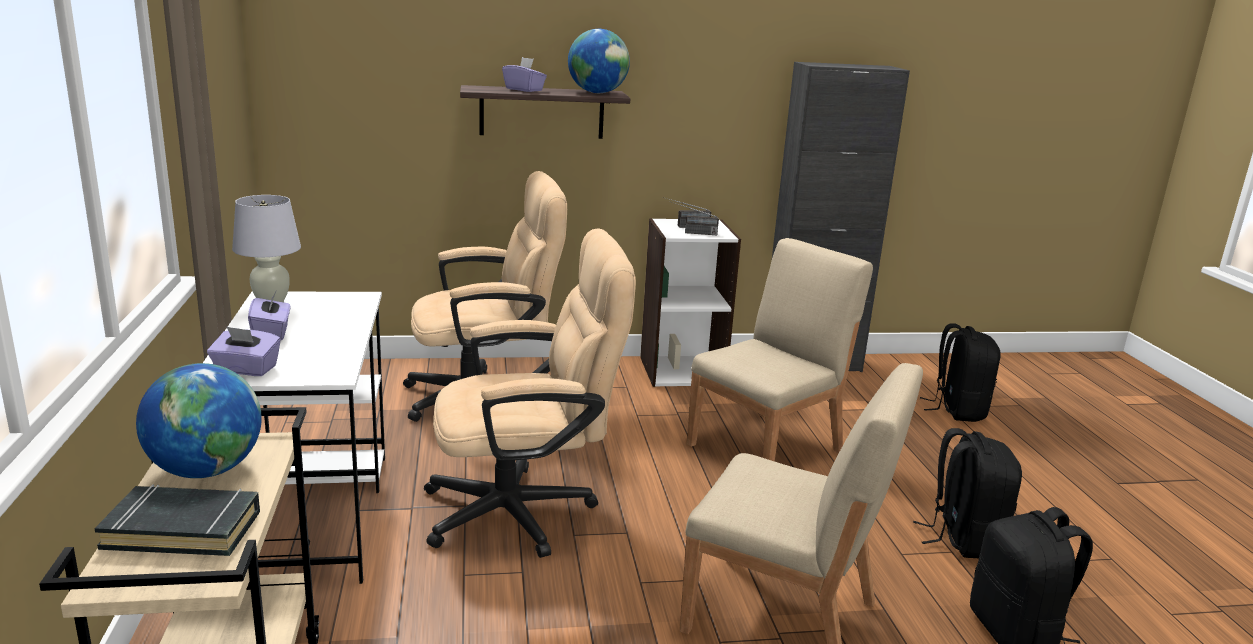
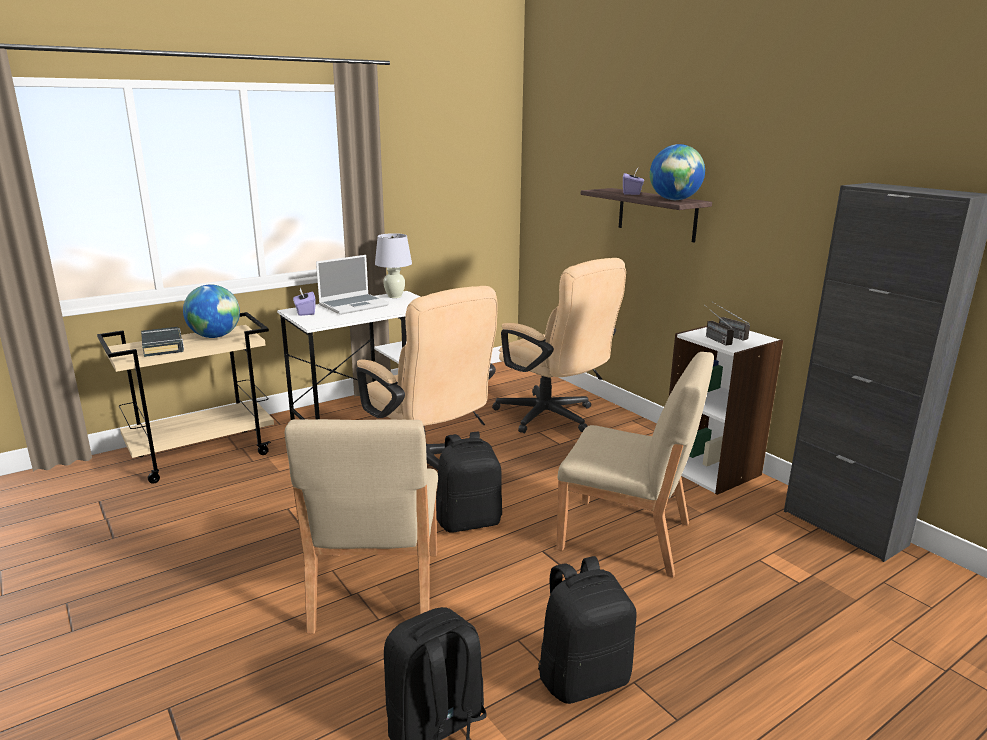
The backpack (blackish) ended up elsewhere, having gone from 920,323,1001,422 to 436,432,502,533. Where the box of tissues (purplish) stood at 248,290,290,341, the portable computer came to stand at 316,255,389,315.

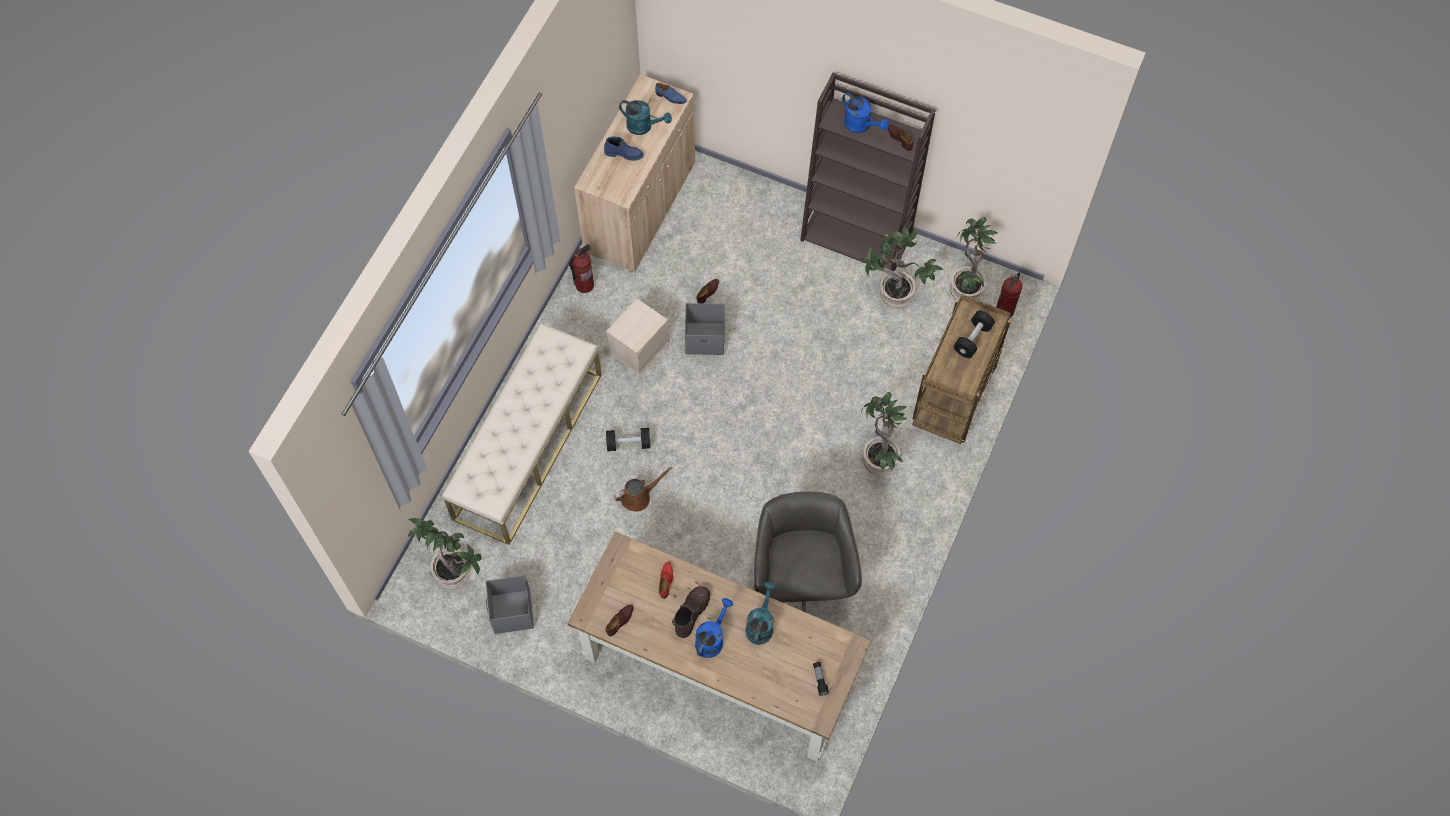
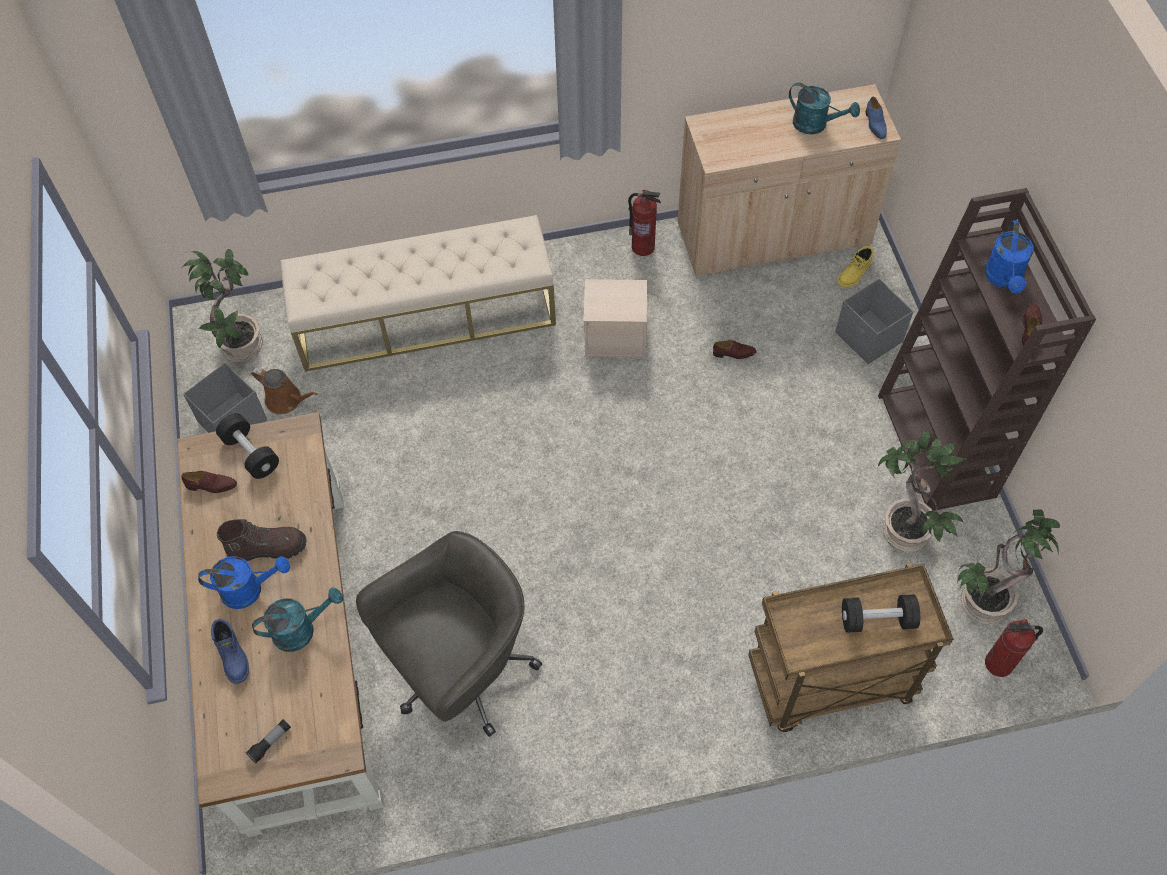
The second view lost the shoe (red-coloured) at 659,562,673,599. The second view lost the houseplant at 862,392,908,476. The second view gained the tall boot (yellowish) at 837,246,874,288. The tall boot (bluish) ended up elsewhere, having gone from 604,136,644,161 to 211,619,249,684. The free weight (blackish) ended up elsewhere, having gone from 606,428,651,451 to 216,413,279,479. The watering can (brown-coloured) ended up elsewhere, having gone from 614,467,673,512 to 251,367,318,414. The storage box (greyish) ended up elsewhere, having gone from 685,303,725,355 to 835,279,914,364. The watering can (turquoise) at 619,100,672,135 ended up facing another way, 45 degrees counterclockwise from before.

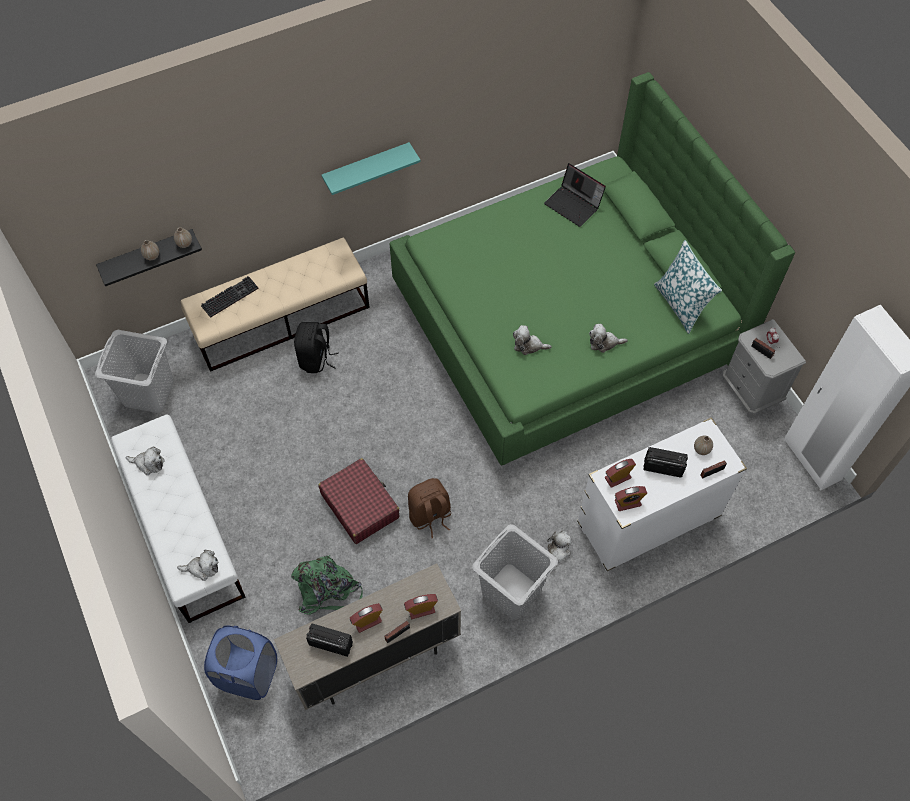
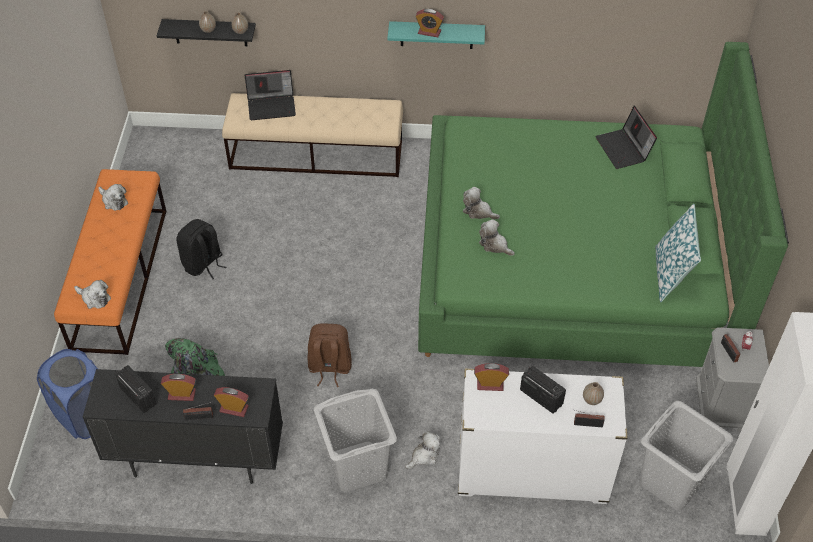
The second view lost the suitcase (red-coloured) at 318,458,400,544. The laundry basket (greyish) ended up elsewhere, having gone from 95,330,174,413 to 640,401,733,511. The backpack (blackish) ended up elsewhere, having gone from 294,322,339,373 to 176,219,227,279. The soft toy ended up elsewhere, having gone from 589,324,628,353 to 463,187,500,219. The bedside clock ended up elsewhere, having gone from 615,486,647,511 to 416,9,444,37. Where the keyboard stood at 201,276,259,318, the portable computer came to stand at 244,70,296,120. What was the long seat (whitish) at 111,415,246,623 turned into the long seat (orangey) at 54,169,167,355. What was the storage cabinet (beige) at 274,563,461,710 turned into the storage cabinet (blackish) at 83,369,283,484.

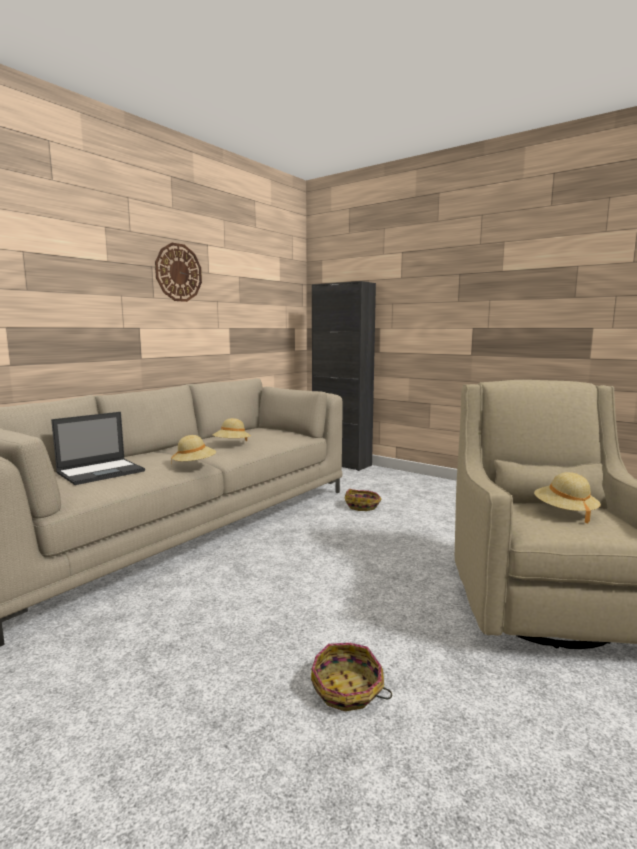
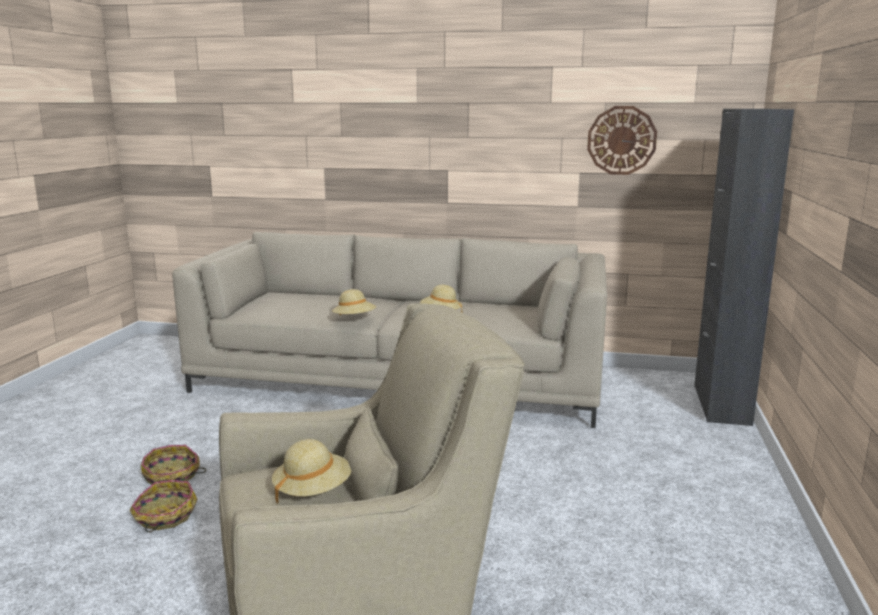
The second view lost the portable computer at 51,412,145,485. The wall clock ended up elsewhere, having gone from 155,243,202,302 to 587,106,657,175. The basket ended up elsewhere, having gone from 344,489,382,511 to 141,445,206,485.

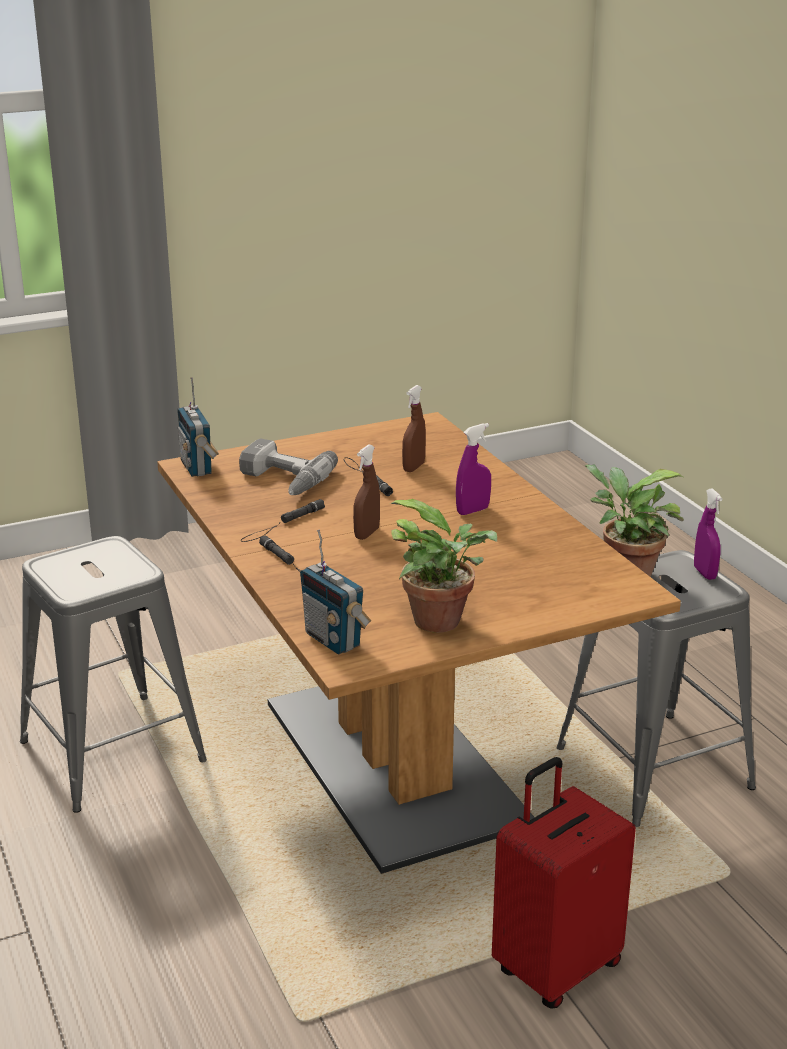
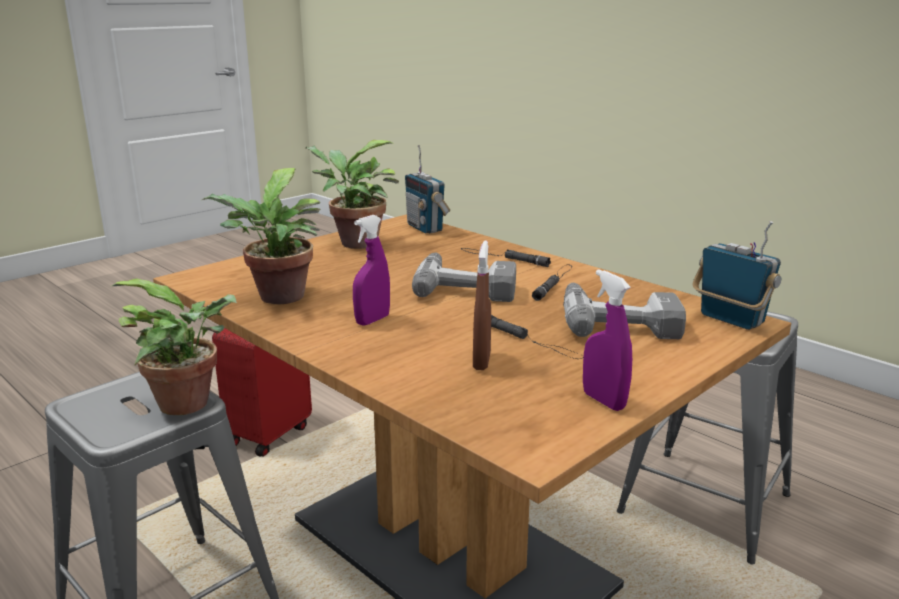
The second view gained the houseplant at 202,168,320,304. The hand sprayer (purplish) ended up elsewhere, having gone from 694,488,723,580 to 583,269,632,411. Where the hand sprayer (brown-coloured) stood at 353,444,380,540, the power drill came to stand at 412,252,516,302. The radio at 300,529,371,654 ended up facing another way, 150 degrees counterclockwise from before.

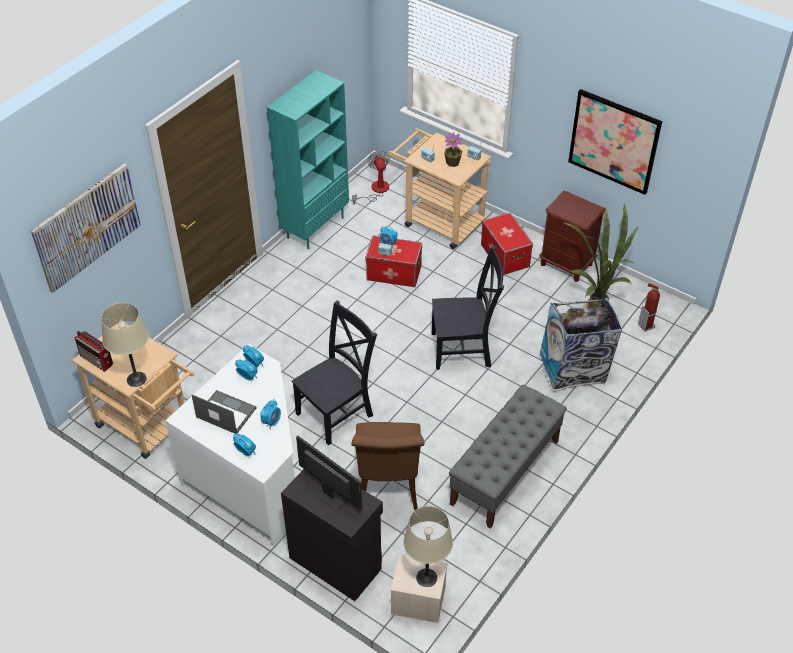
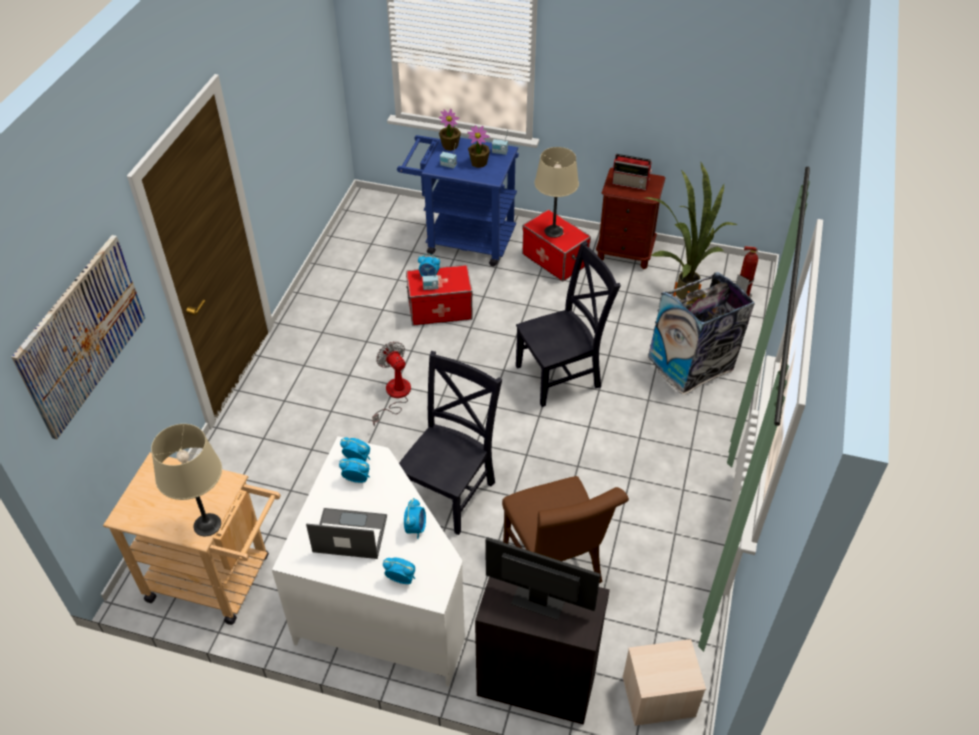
The second view lost the shelving unit (turquoise) at 267,70,349,249. The second view lost the long seat (greyish) at 449,385,567,529. The second view lost the wall art at 568,89,662,195. The second view gained the houseplant at 439,109,461,151. The radio ended up elsewhere, having gone from 75,331,113,372 to 612,154,652,191. The fan ended up elsewhere, having gone from 352,151,390,204 to 372,341,411,426. The table lamp (beige) ended up elsewhere, having gone from 403,506,453,587 to 535,147,579,238. What was the wheeled cart (beige) at 388,128,491,249 turned into the wheeled cart (bluish) at 397,135,519,266.

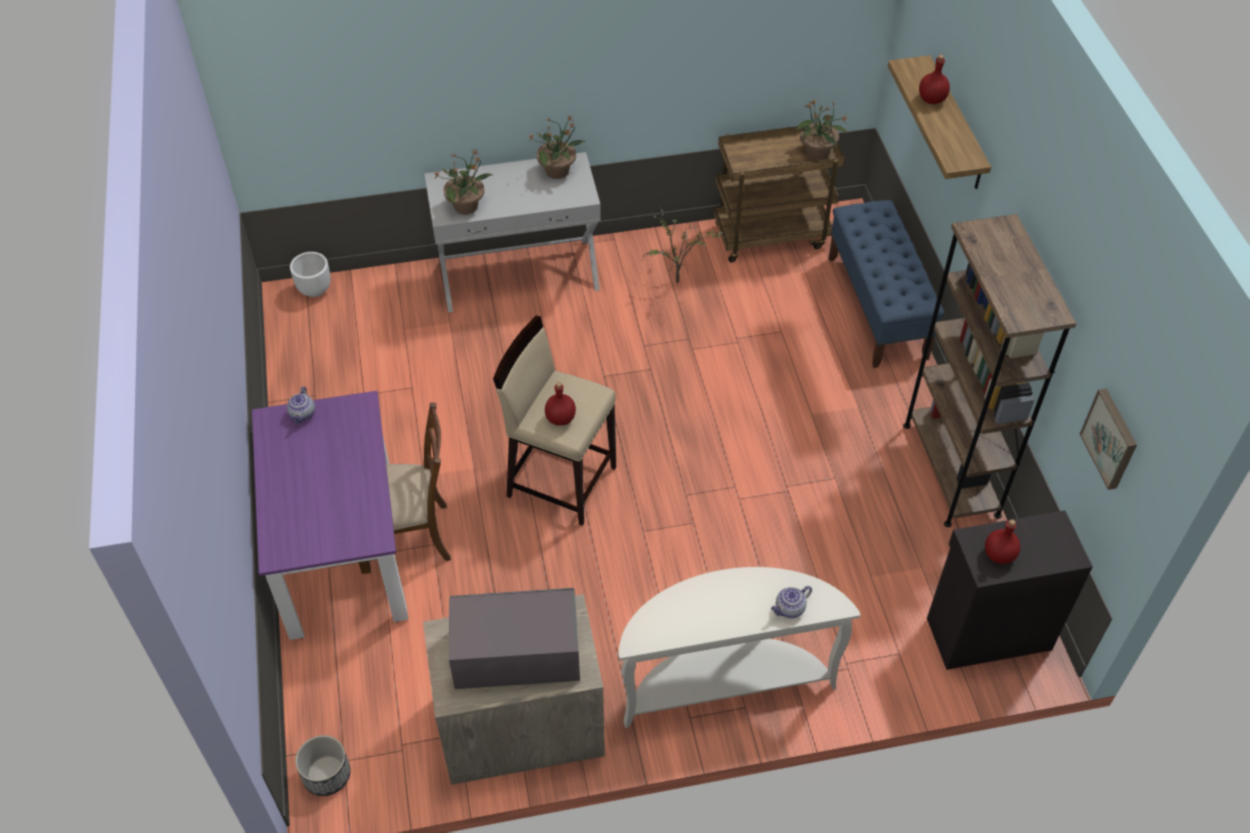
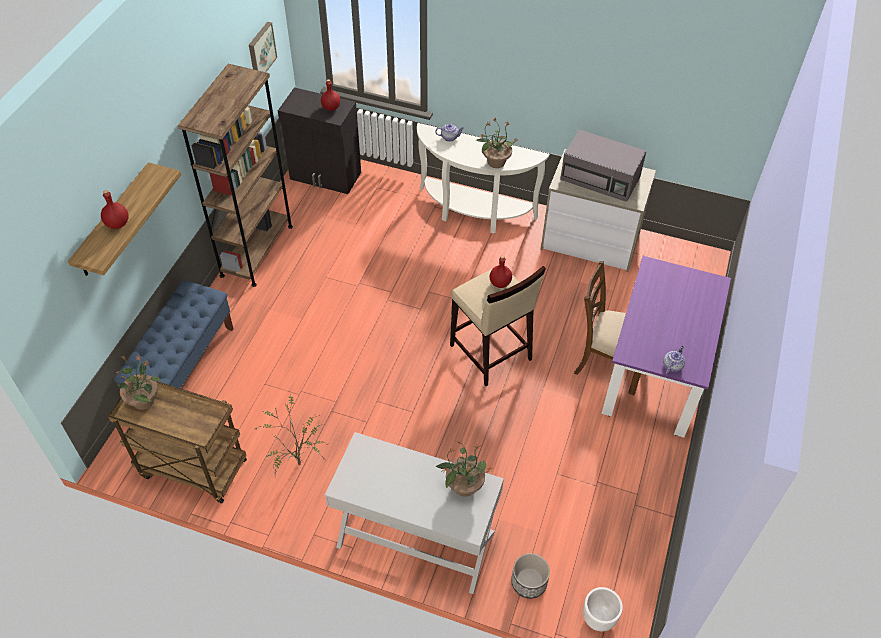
The planter ended up elsewhere, having gone from 295,735,351,796 to 511,553,550,599. The houseplant ended up elsewhere, having gone from 528,116,585,179 to 475,118,518,168.

